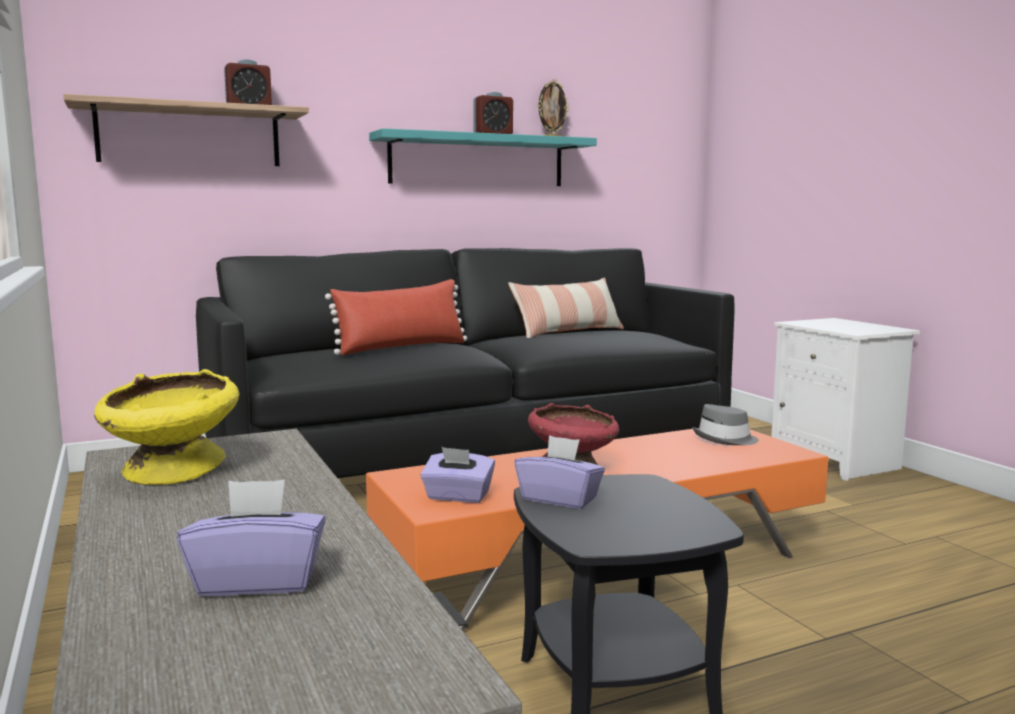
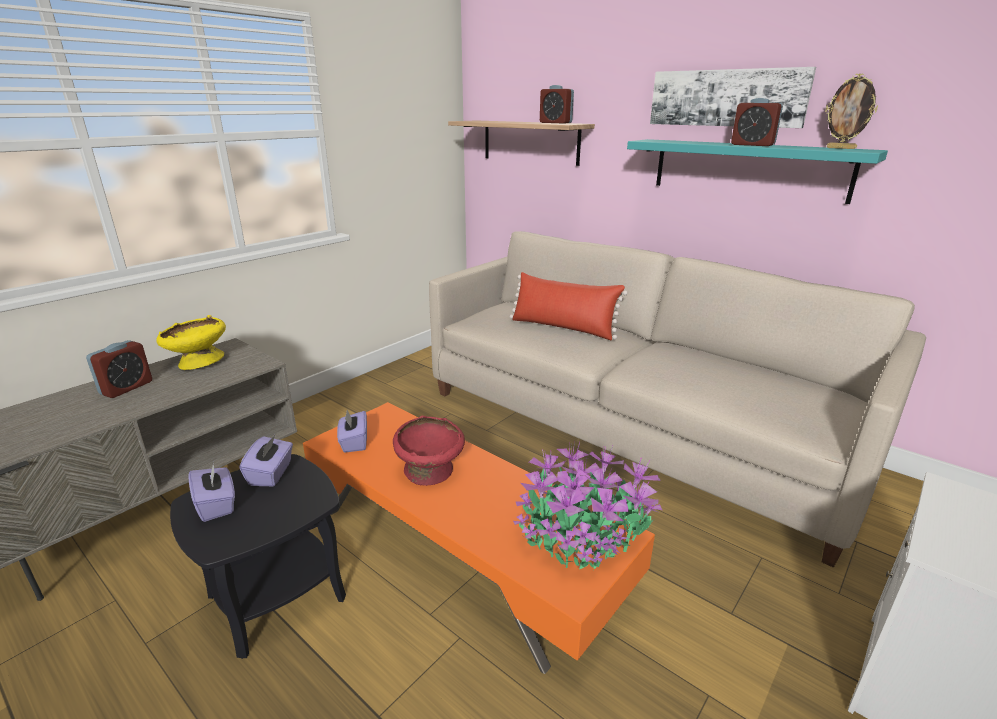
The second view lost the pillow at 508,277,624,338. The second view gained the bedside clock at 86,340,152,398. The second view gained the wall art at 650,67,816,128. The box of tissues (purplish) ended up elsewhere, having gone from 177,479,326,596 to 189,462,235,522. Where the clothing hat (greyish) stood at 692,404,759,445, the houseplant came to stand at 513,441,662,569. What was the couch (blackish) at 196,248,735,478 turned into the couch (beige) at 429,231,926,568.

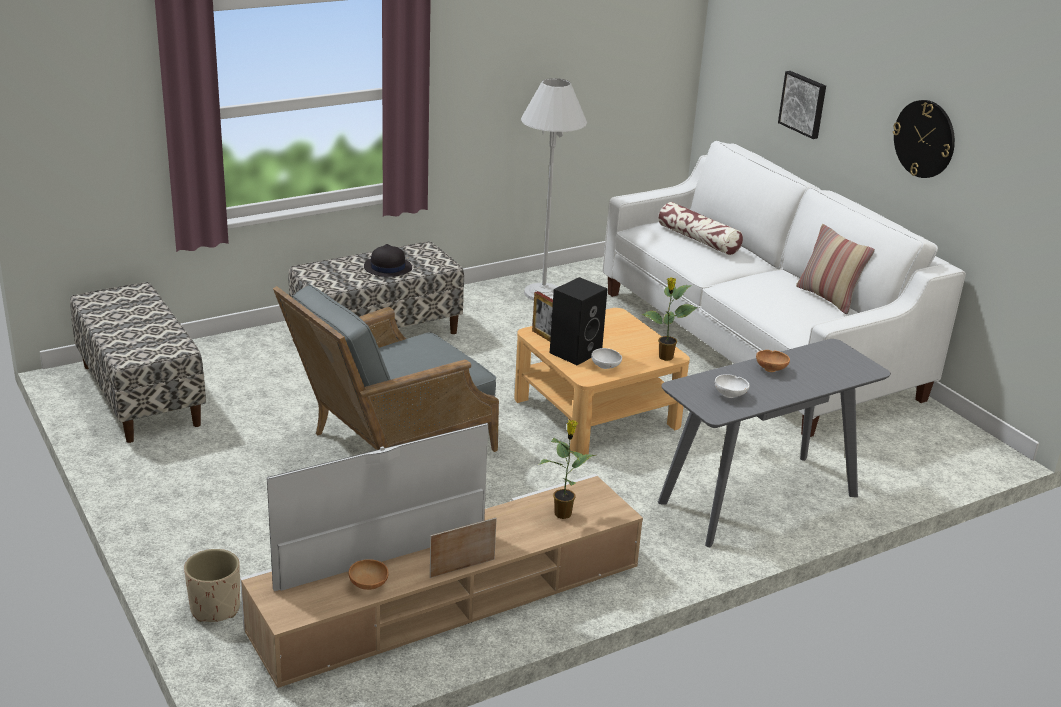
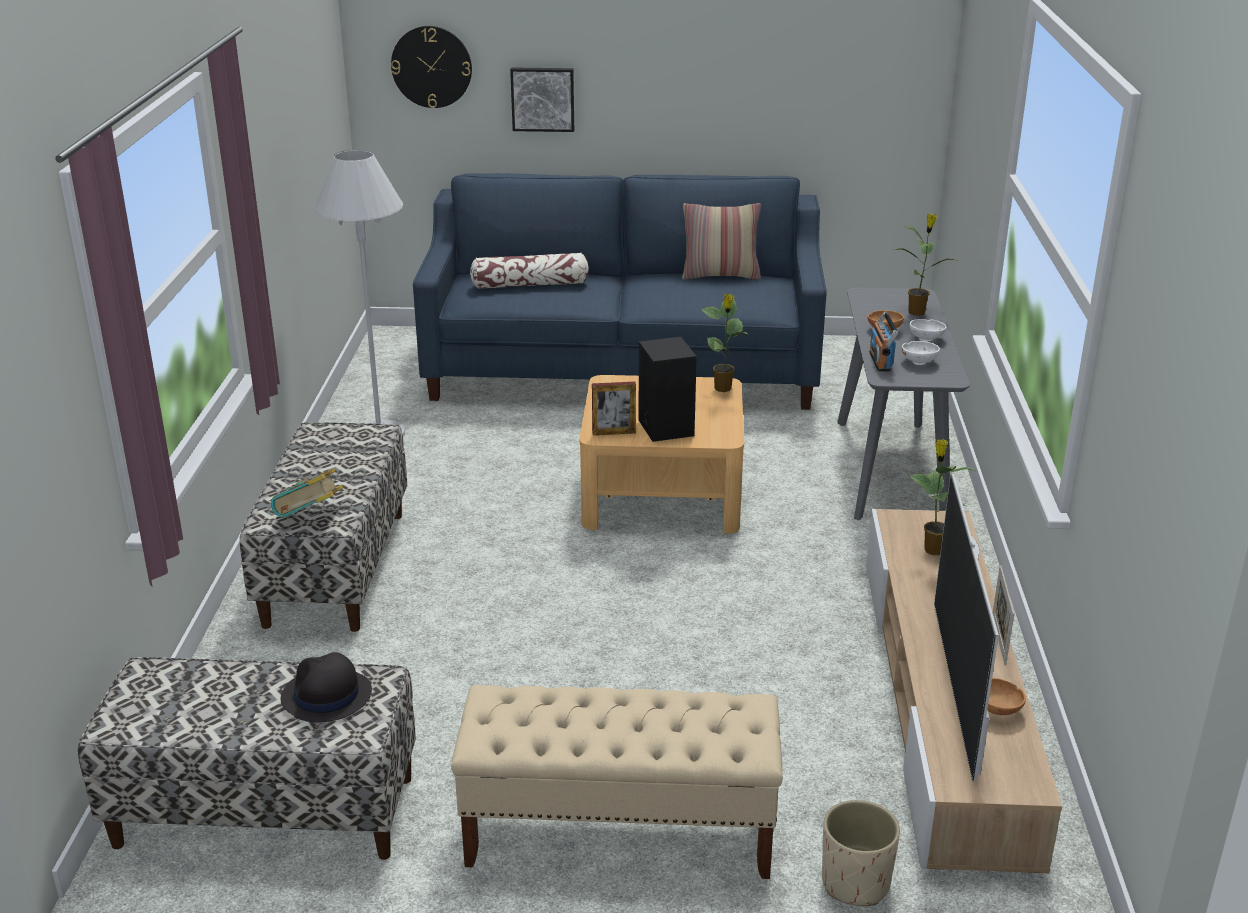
The second view lost the lounge chair (greyish) at 273,284,499,452. The second view gained the volume at 271,468,343,518. The second view gained the long seat (beige) at 451,685,783,879. The second view gained the radio at 869,312,898,371. The second view gained the houseplant at 897,214,955,316. The clothing hat (blackish) ended up elsewhere, having gone from 364,244,412,277 to 281,652,372,722. The serving bowl (whitish) ended up elsewhere, having gone from 591,348,622,369 to 909,319,946,342. The wall clock ended up elsewhere, having gone from 893,100,955,178 to 391,26,472,108. What was the couch (whitish) at 602,141,966,437 turned into the couch (bluish) at 413,173,827,410.

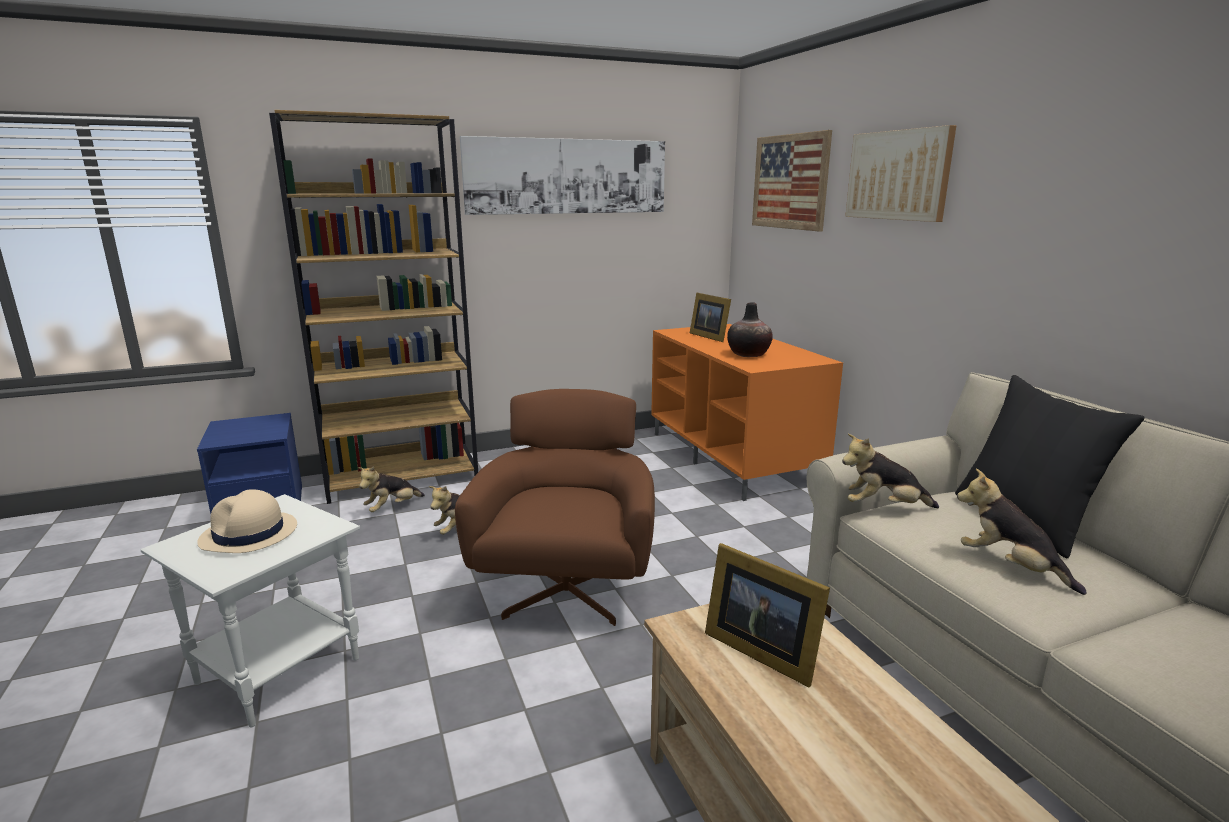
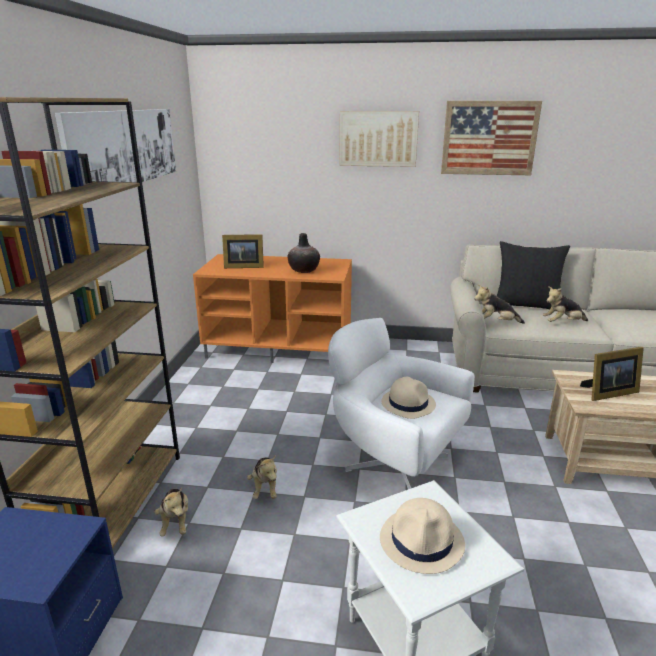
The second view gained the clothing hat (beige) at 381,377,436,419. The wall art ended up elsewhere, having gone from 752,130,832,232 to 441,101,542,175. What was the lounge chair (brown-coloured) at 455,389,655,626 turned into the lounge chair (whitish) at 328,318,475,489. The soft toy at 842,434,939,508 ended up facing another way, 60 degrees clockwise from before.

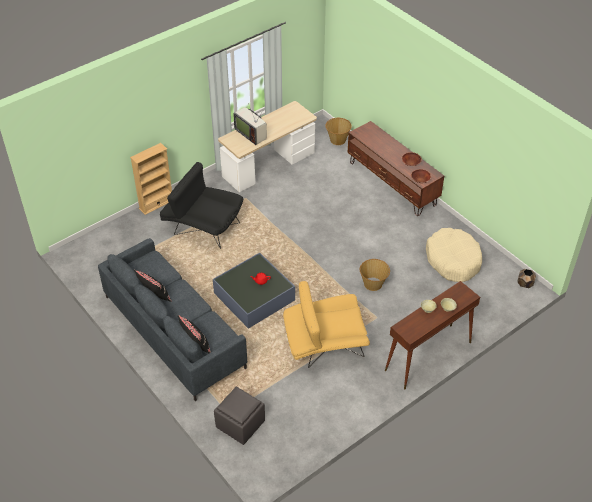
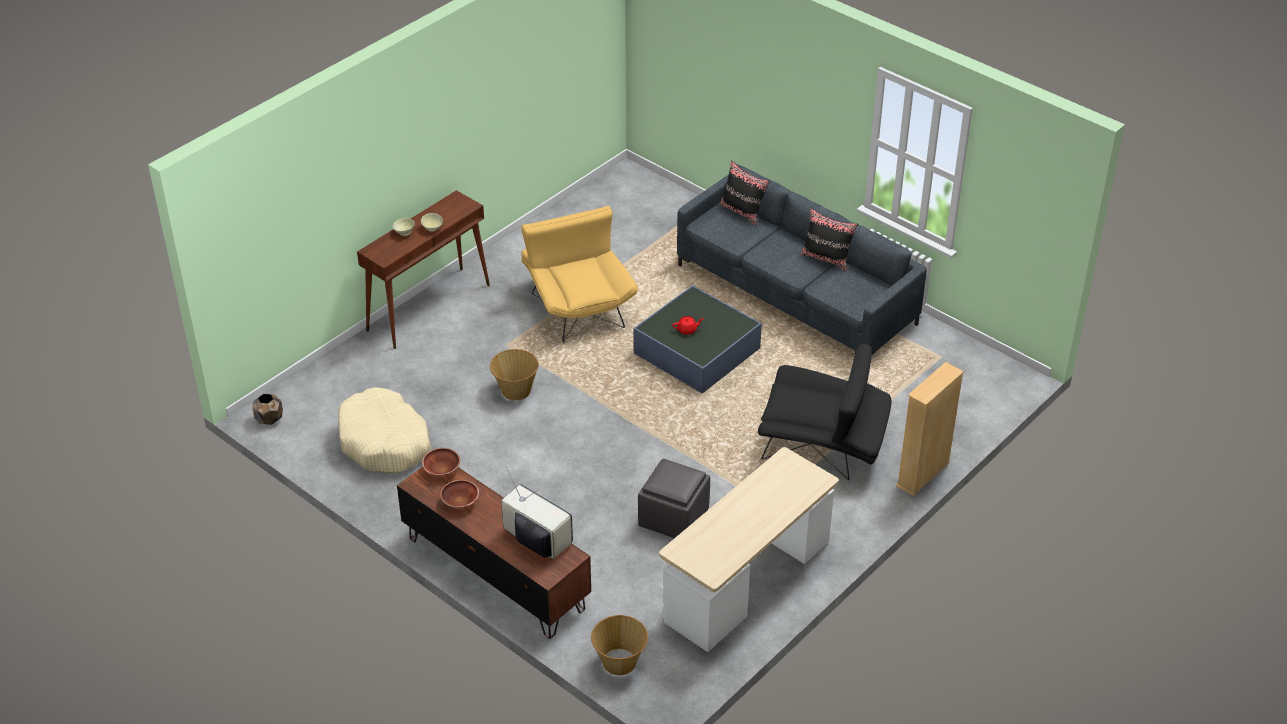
The footrest (greyish) ended up elsewhere, having gone from 214,386,265,445 to 638,458,710,538. The television ended up elsewhere, having gone from 234,103,267,145 to 501,466,573,560. The lounge chair (yellowish) at 283,281,370,368 ended up facing another way, 90 degrees counterclockwise from before.

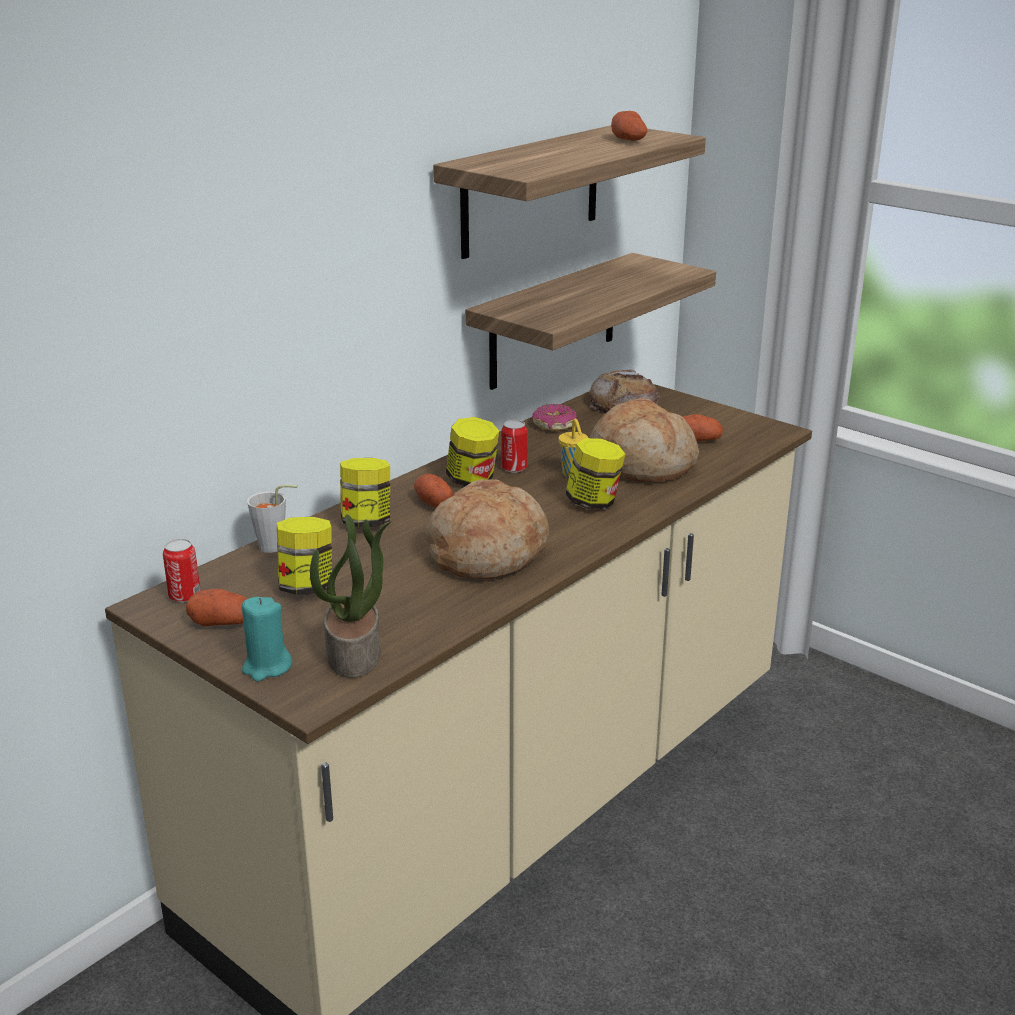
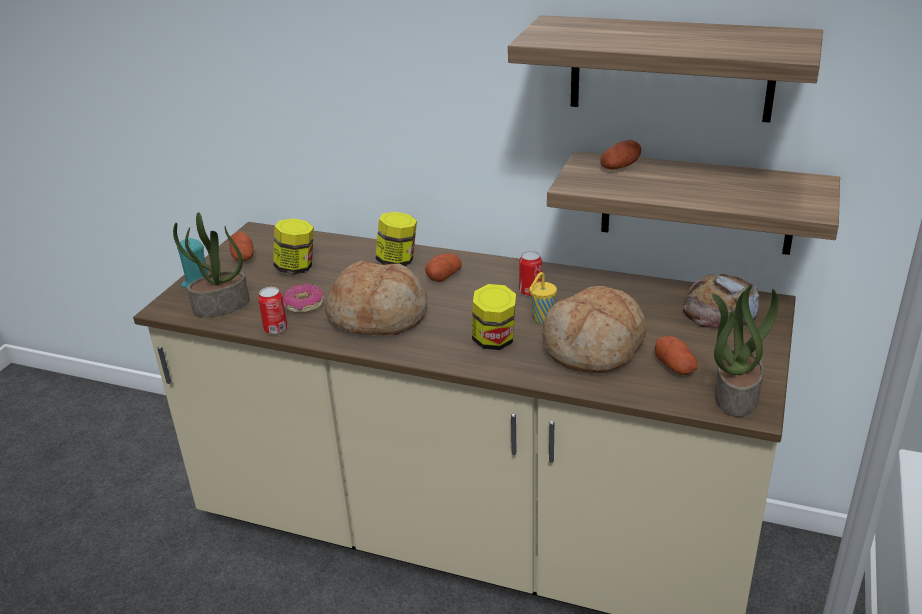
The second view lost the cup (greyish) at 247,485,298,553. The second view lost the preserve jar at 446,417,500,486. The second view gained the houseplant at 712,285,778,417. The metal can ended up elsewhere, having gone from 163,538,201,603 to 258,287,287,334. The doughnut ended up elsewhere, having gone from 532,404,577,431 to 282,284,324,313. The whole potato ended up elsewhere, having gone from 611,111,647,141 to 600,140,641,170.

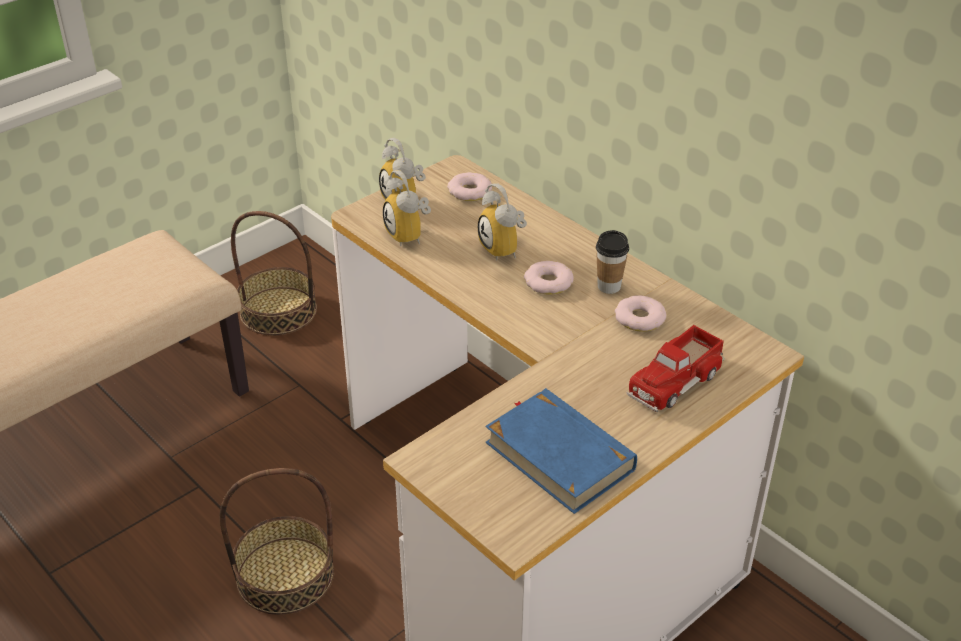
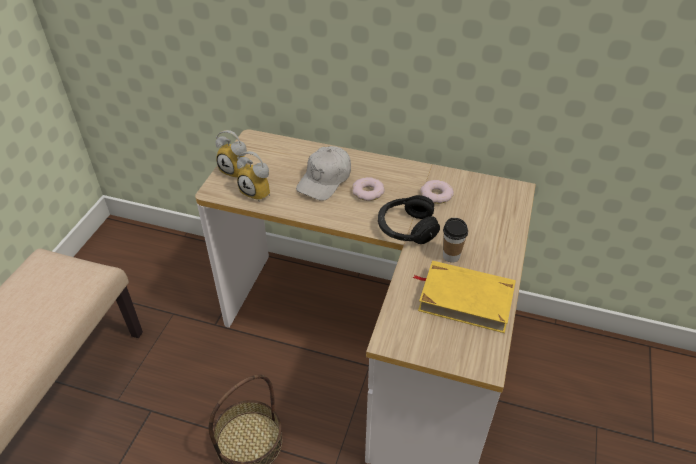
The second view lost the basket at 231,211,317,336. The second view lost the doughnut at 447,172,492,201. The second view lost the model truck at 626,325,725,412. The second view gained the headset (blackish) at 378,195,440,244. The cup ended up elsewhere, having gone from 596,230,629,294 to 443,218,468,262. Where the bedside clock stood at 478,183,527,260, the cap (whitish) came to stand at 296,146,351,201. What was the volume (bluish) at 485,388,637,514 turned into the volume (yellowish) at 413,261,516,333.

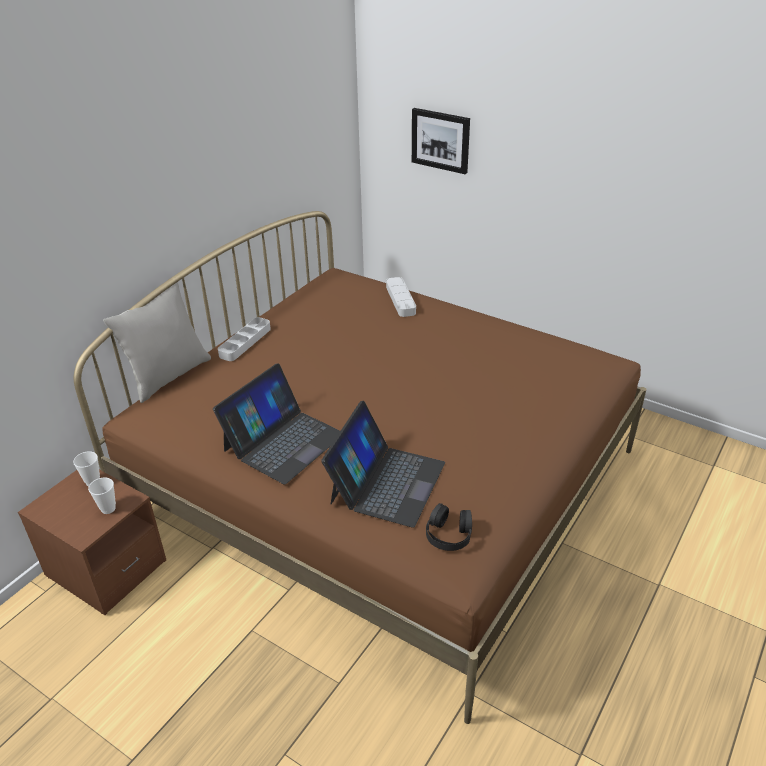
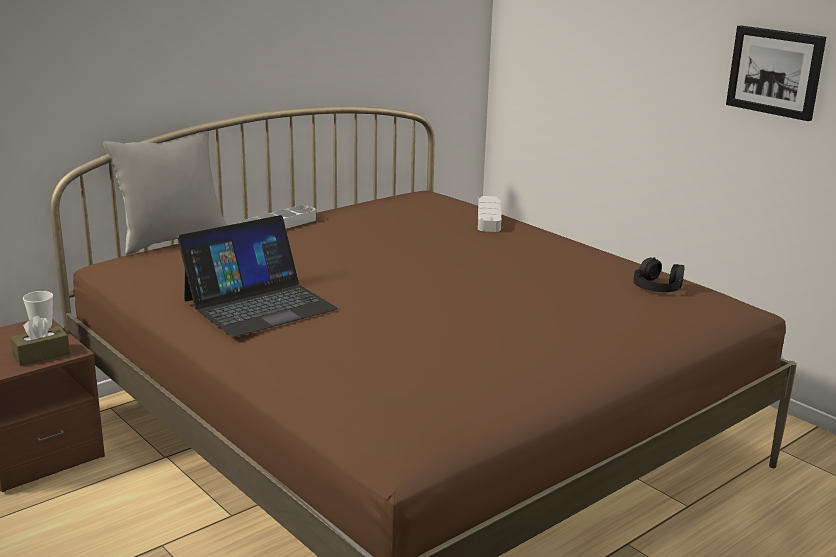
The second view lost the portable computer at 321,401,445,528. The wall art ended up elsewhere, having gone from 412,108,470,174 to 726,25,826,121. The headset (blackish) ended up elsewhere, having gone from 426,503,472,551 to 633,257,685,292. Where the cup stood at 88,478,116,514, the box of tissues (brown-coloured) came to stand at 10,316,70,366.

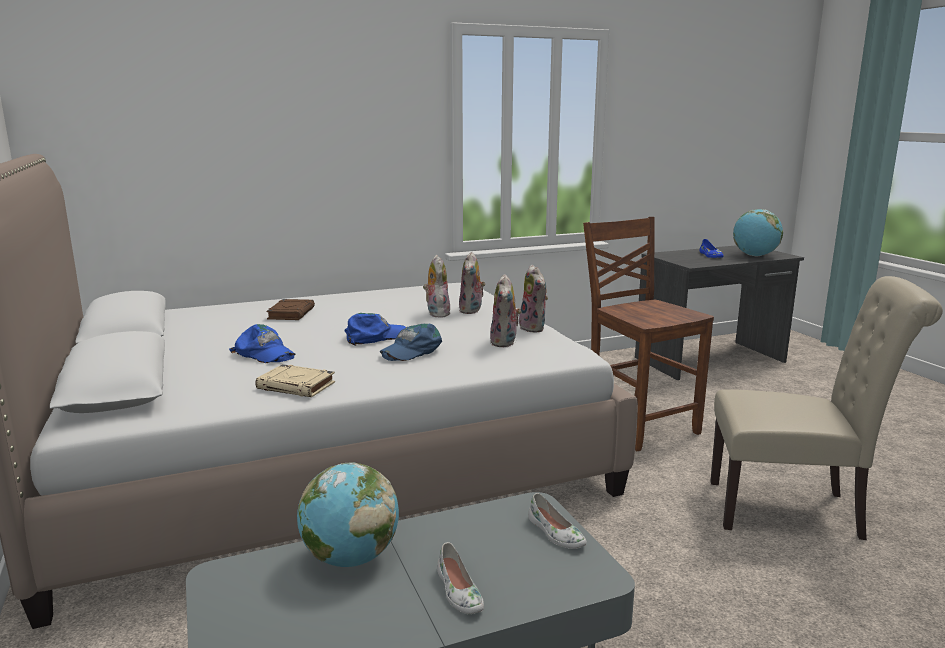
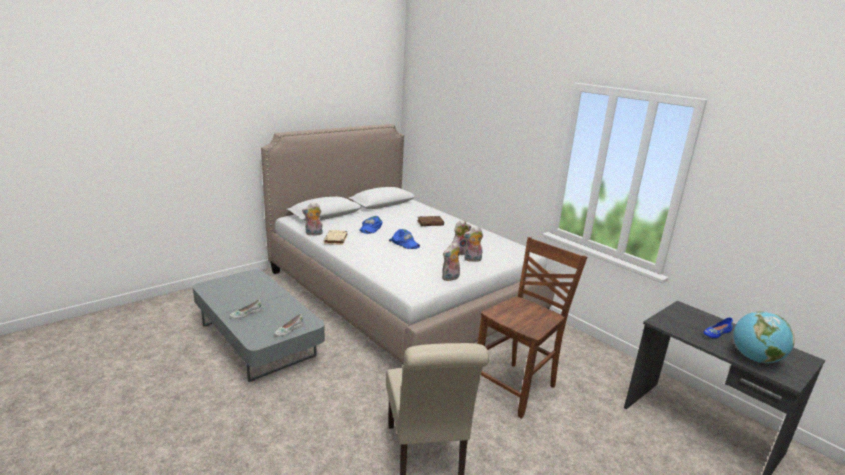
The second view lost the world globe at 297,462,399,567. The second view lost the cap (bluish) at 380,324,442,361. The soft toy ended up elsewhere, having gone from 490,274,522,348 to 302,203,323,236.

